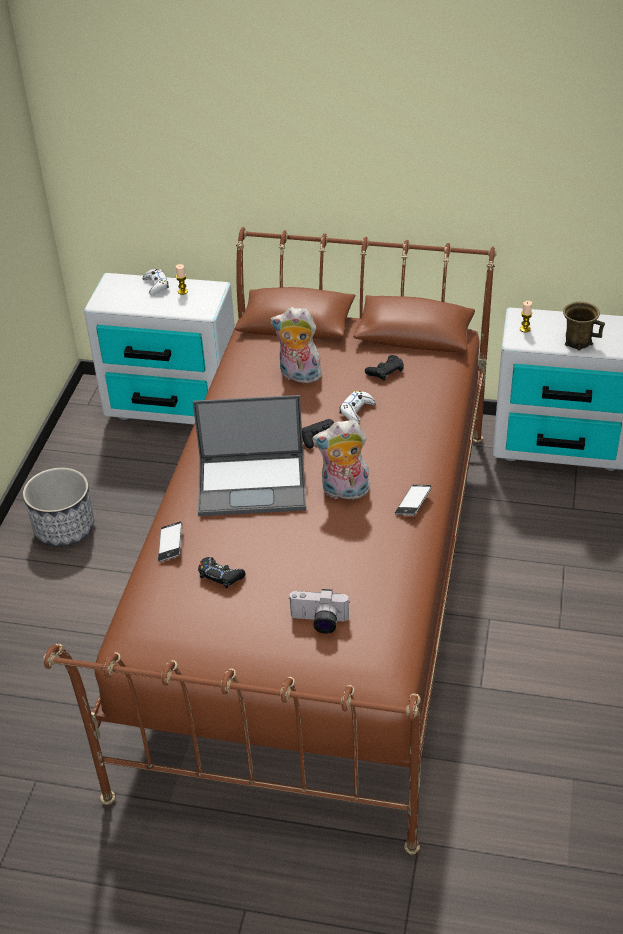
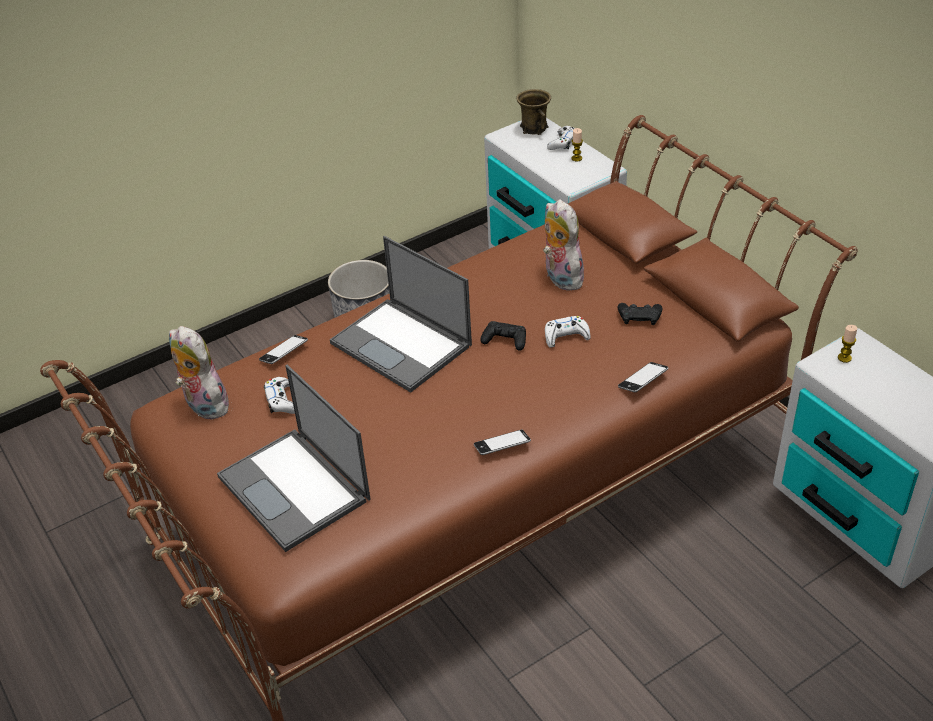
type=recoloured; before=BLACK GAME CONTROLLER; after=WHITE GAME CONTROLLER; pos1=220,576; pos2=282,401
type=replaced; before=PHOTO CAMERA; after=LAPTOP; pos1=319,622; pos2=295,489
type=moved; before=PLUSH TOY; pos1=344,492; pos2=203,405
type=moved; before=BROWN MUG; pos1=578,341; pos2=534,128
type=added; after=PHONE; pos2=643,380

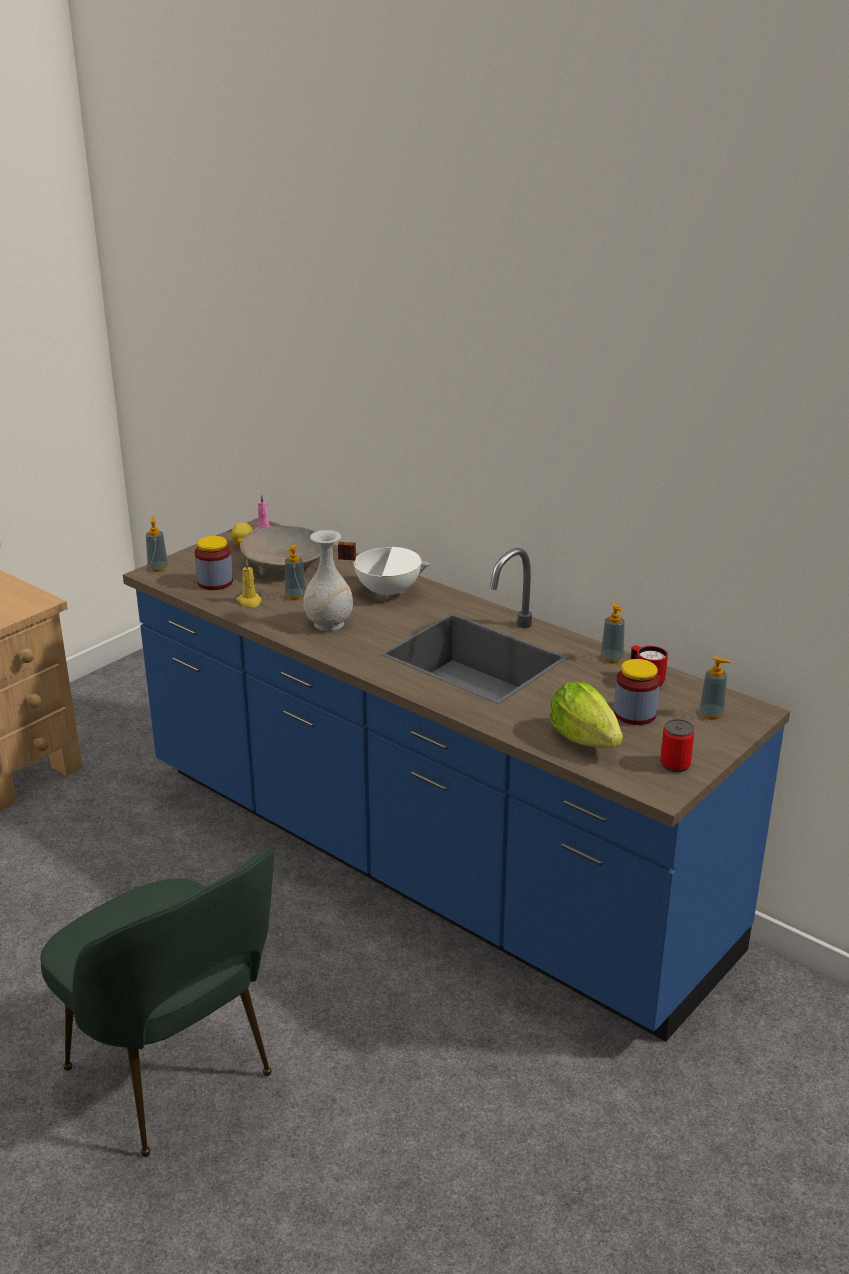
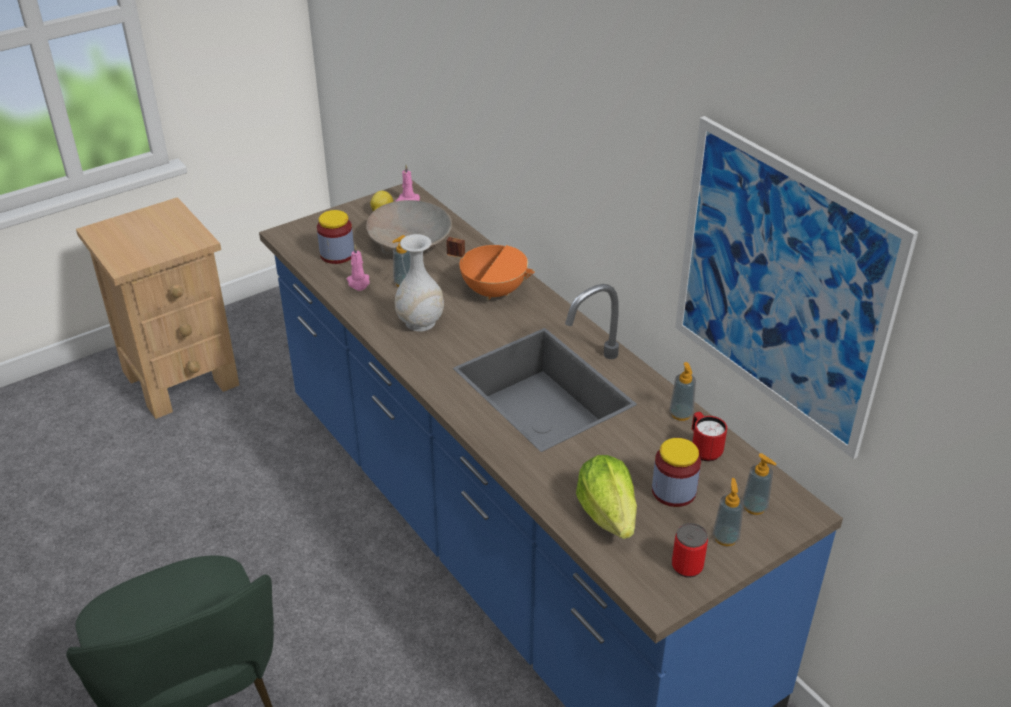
type=moved; before=SOAP DISPENSER; pos1=158,568; pos2=725,537
type=recoloured; before=YELLOW CANDLE; after=PINK CANDLE; pos1=250,601; pos2=359,283
type=recoloured; before=WHITE COOKING POT; after=ORANGE COOKING POT; pos1=387,591; pos2=493,290
type=added; after=PICTURE; pos2=780,286

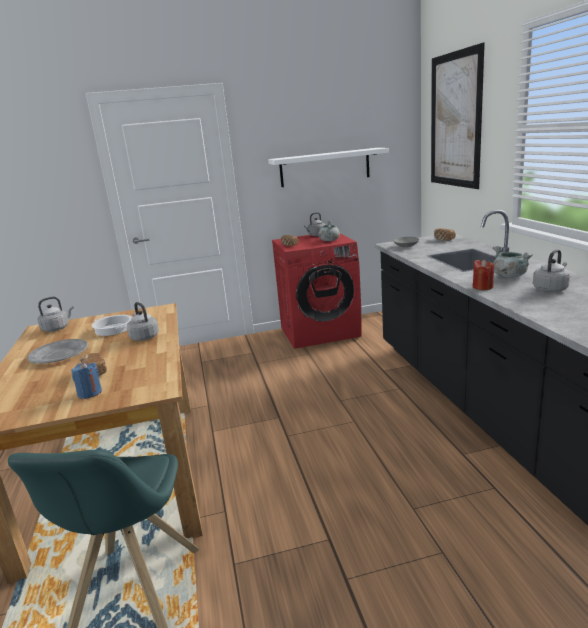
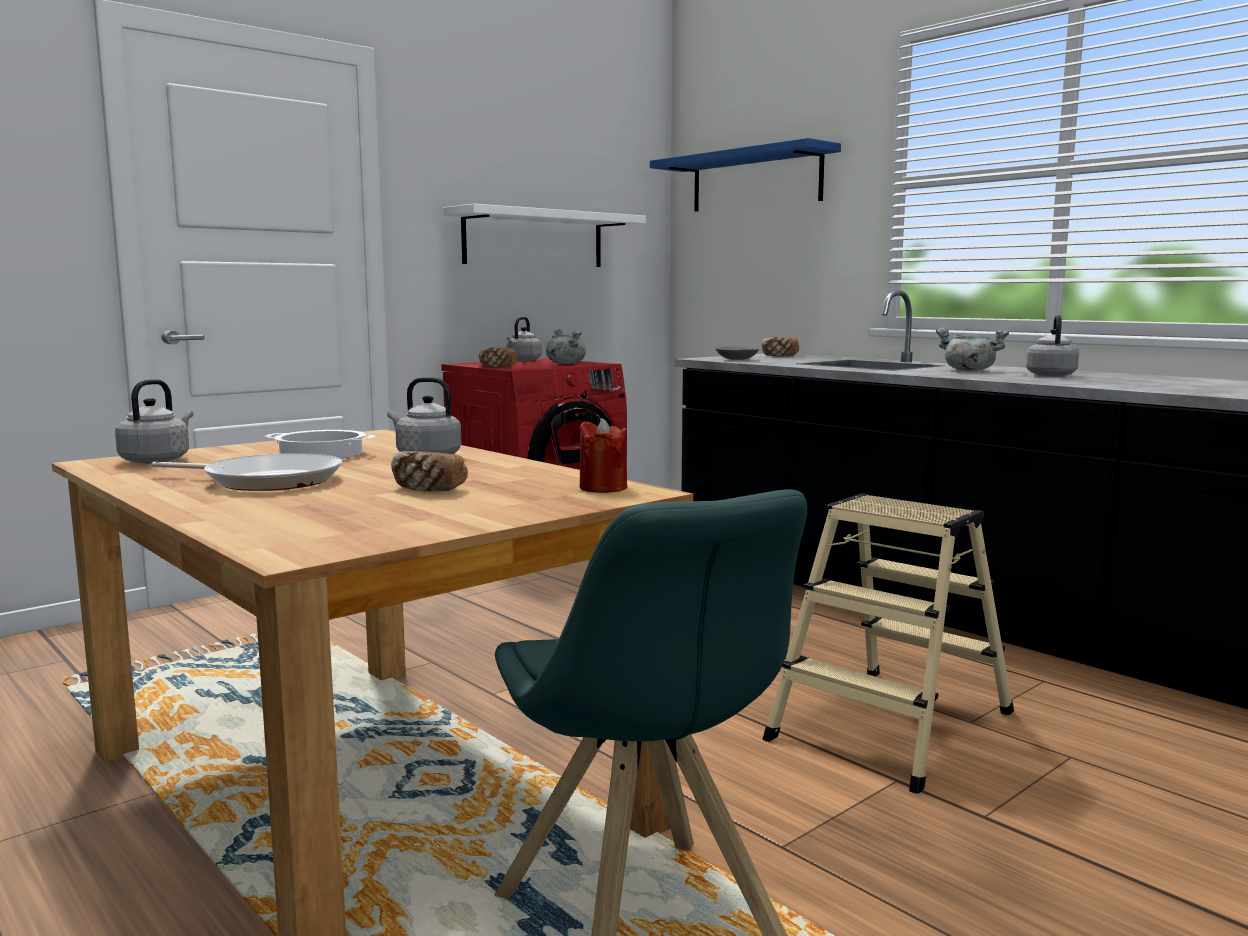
type=replaced; before=GREY PLATE; after=FRYING PAN; pos1=59,354; pos2=267,481
type=removed; before=BLUE CANDLE; pos1=90,393
type=replaced; before=PICTURE; after=BLUE SHELF; pos1=455,121; pos2=755,180
type=moved; before=RED CANDLE; pos1=482,287; pos2=603,488
type=added; after=BEIGE STEP LADDER; pos2=892,724

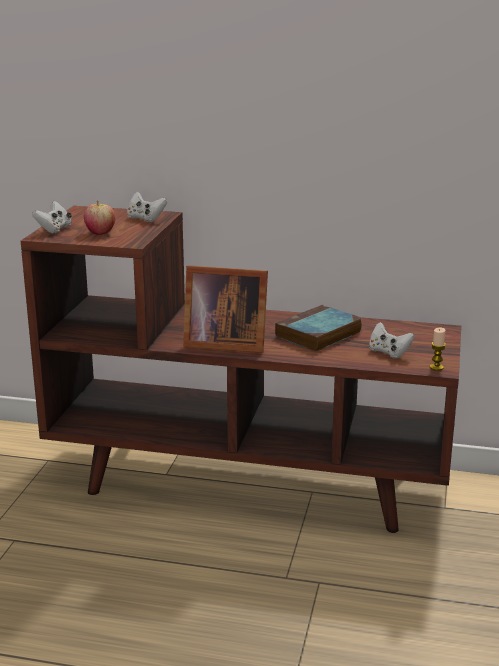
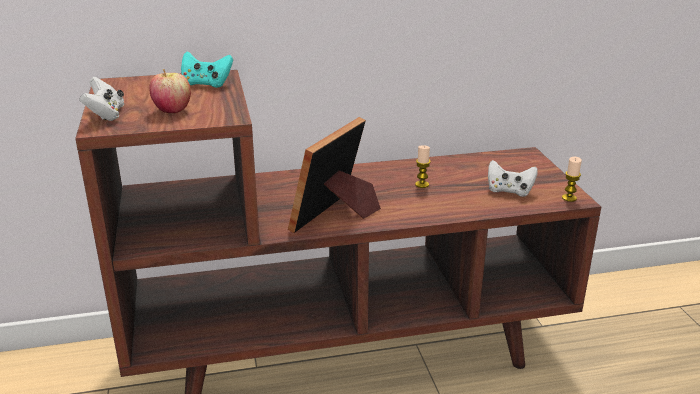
type=recoloured; before=WHITE GAME CONTROLLER; after=TURQUOISE GAME CONTROLLER; pos1=145,219; pos2=206,84
type=turned; before=PICTURE FRAME; pos1=223,343; pos2=336,216; turn=135
type=replaced; before=BOOK; after=CANDLE; pos1=318,335; pos2=422,184

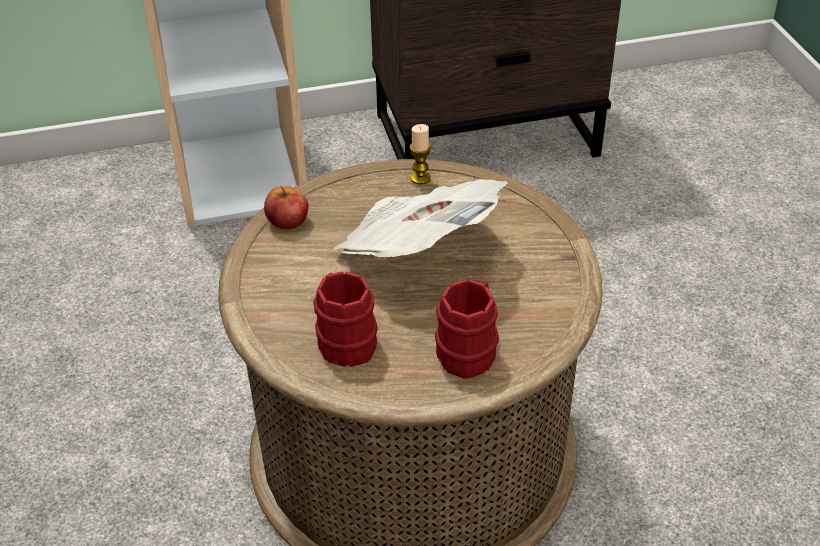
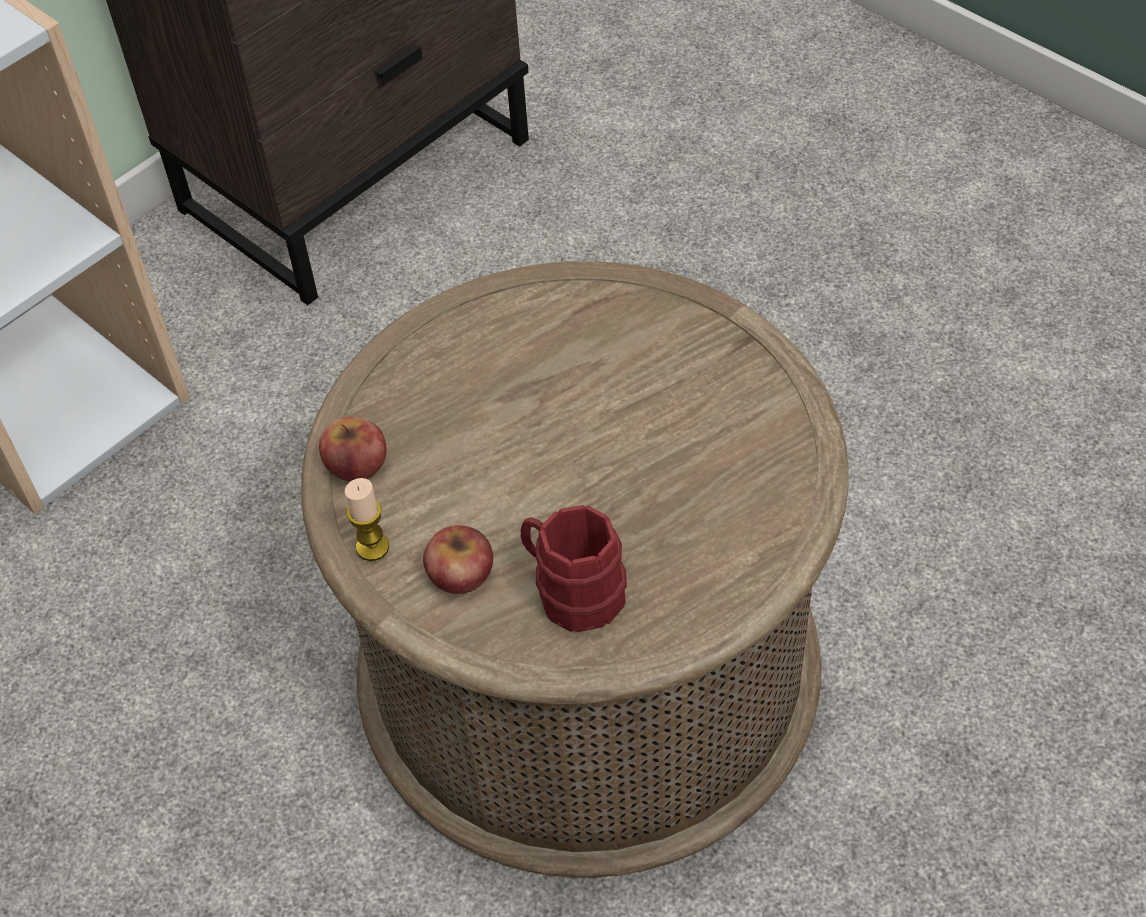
type=removed; before=NEWSPAPER; pos1=418,250
type=moved; before=CANDLE; pos1=420,178; pos2=372,547
type=removed; before=RED MUG; pos1=469,349
type=added; after=APPLE; pos2=461,573

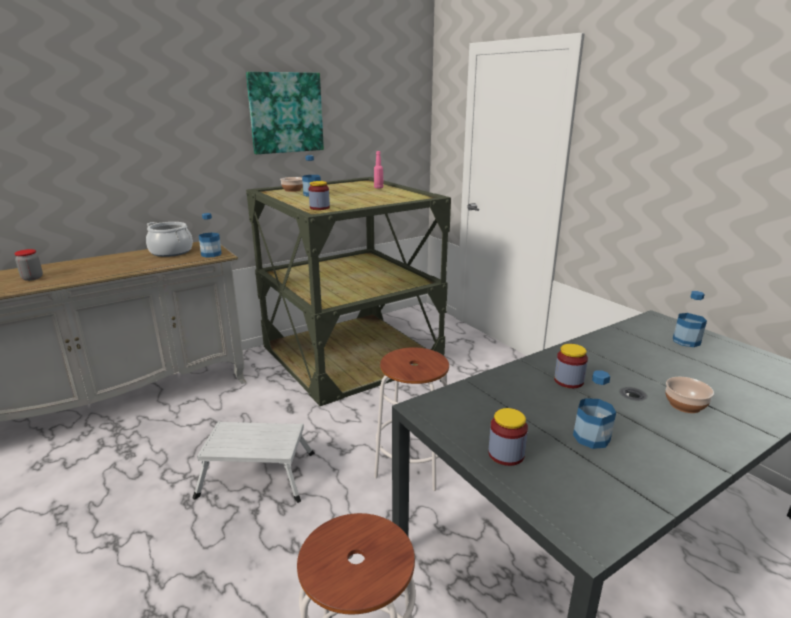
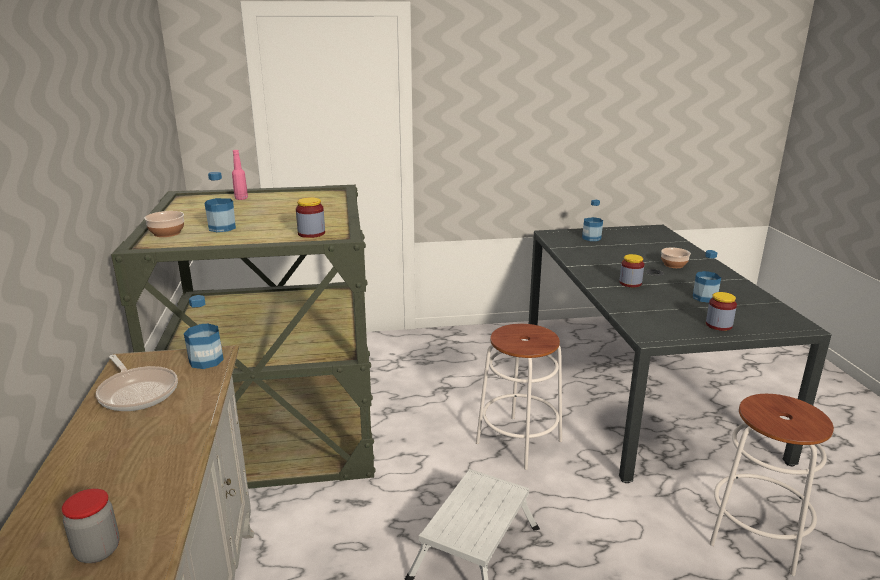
type=replaced; before=COOKING POT; after=FRYING PAN; pos1=171,252; pos2=137,392
type=removed; before=PICTURE; pos1=285,113

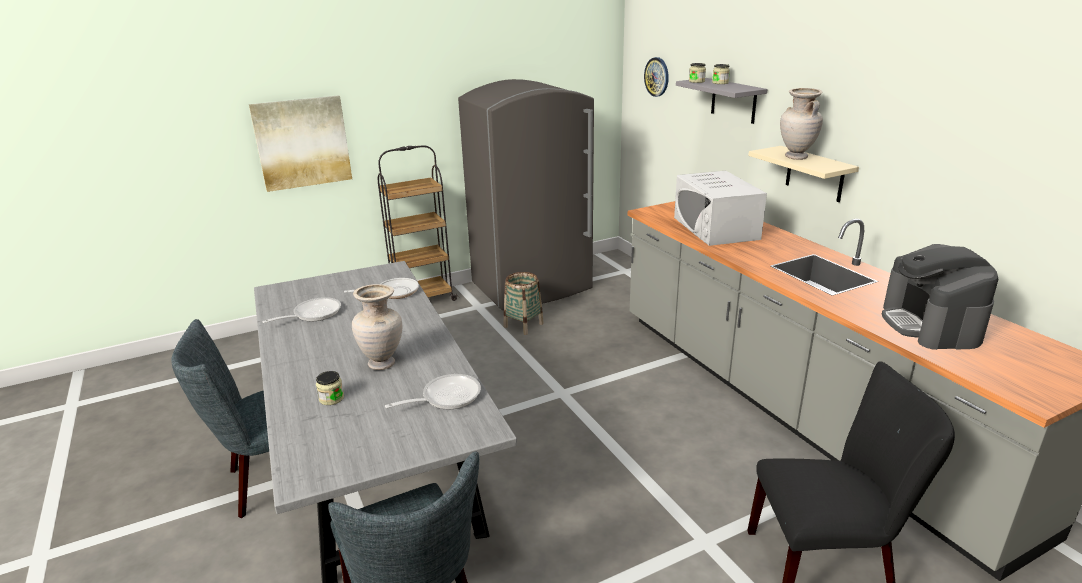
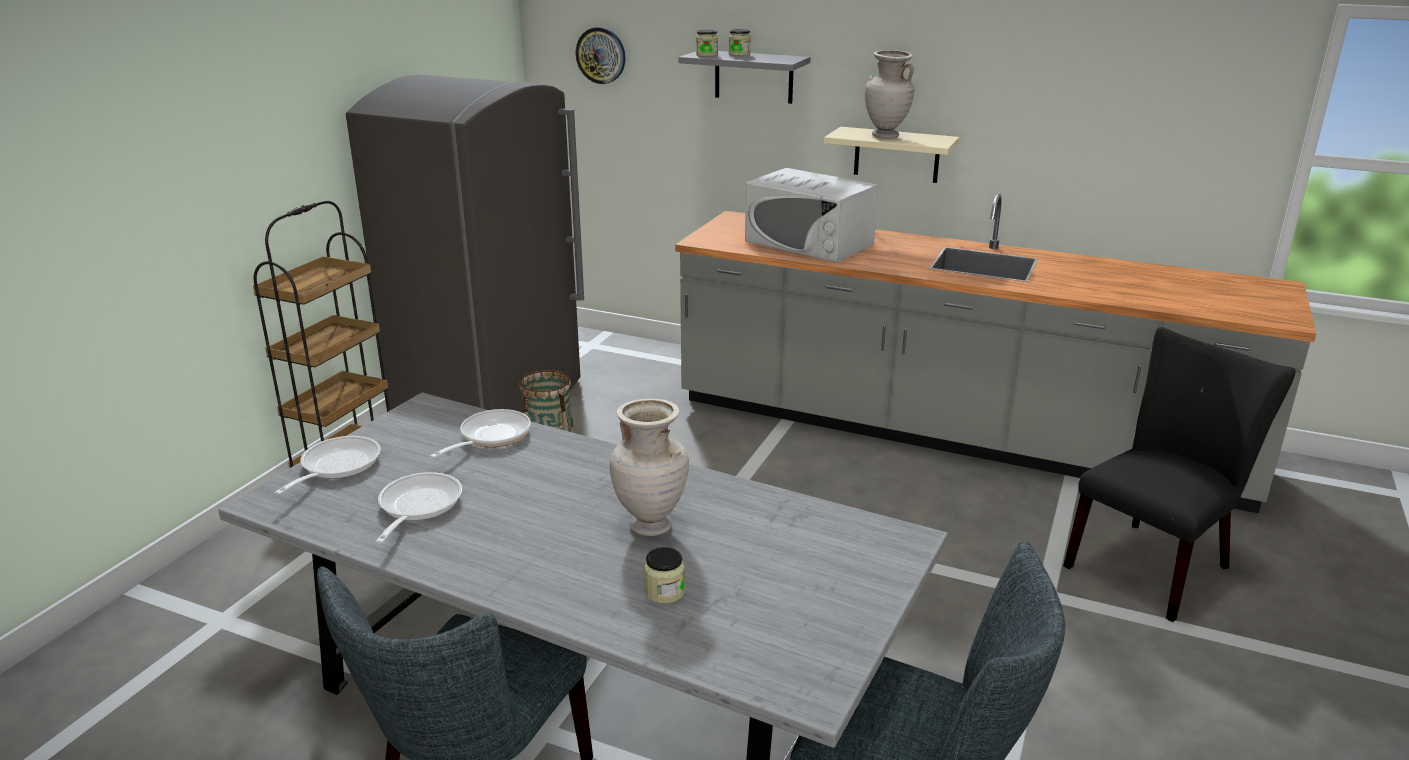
type=removed; before=PICTURE; pos1=302,143
type=moved; before=FRYING PAN; pos1=446,397; pos2=336,466
type=removed; before=COFFEE MACHINE; pos1=930,325

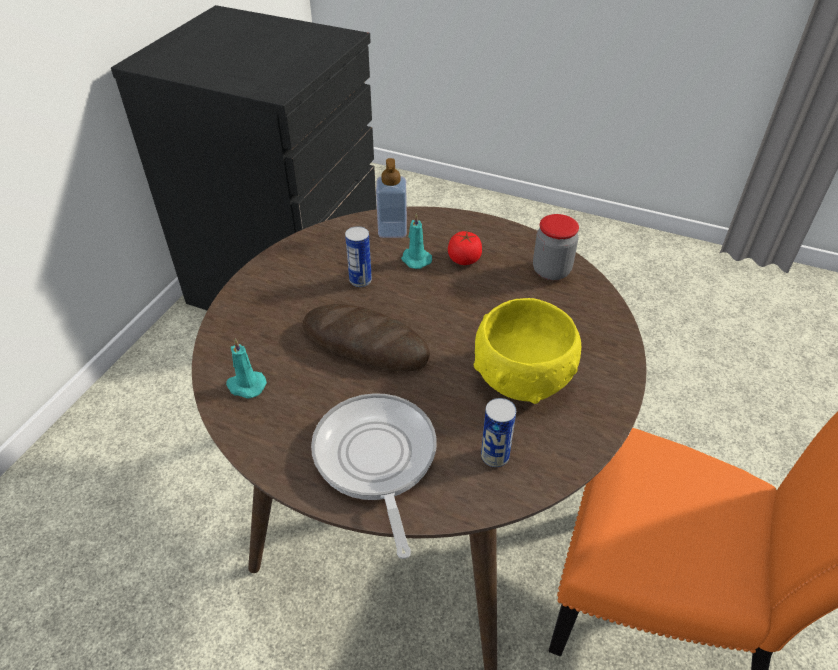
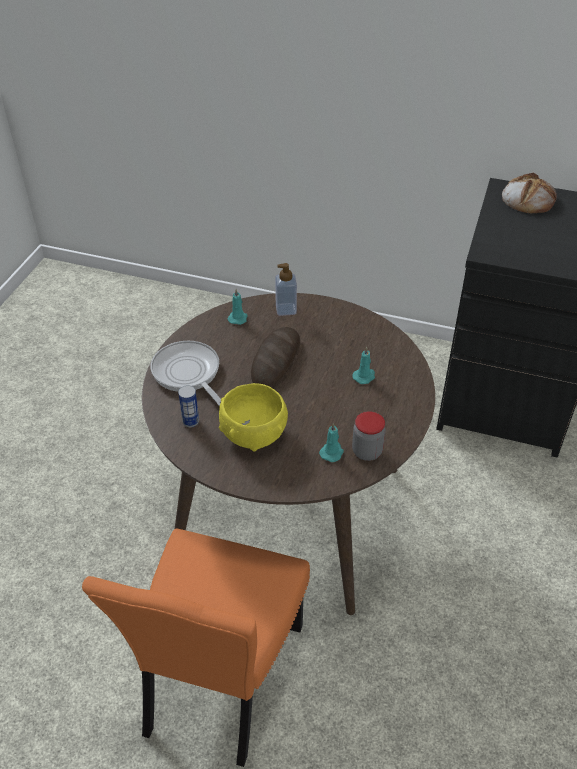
type=turned; before=FRYING PAN; pos1=376,460; pos2=188,373; turn=-105
type=removed; before=CAN; pos1=360,280
type=moved; before=SOAP DISPENSER; pos1=392,230; pos2=286,309
type=removed; before=TOMATO; pos1=464,258
type=added; after=TURQUOISE CANDLE; pos2=332,452
type=added; after=BREAD; pos2=527,198

